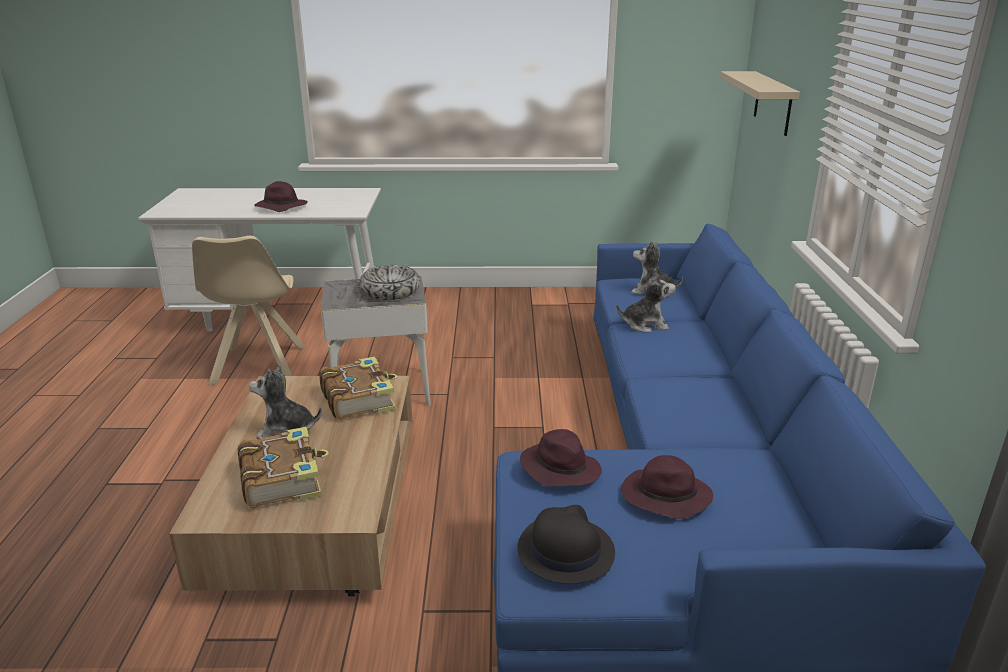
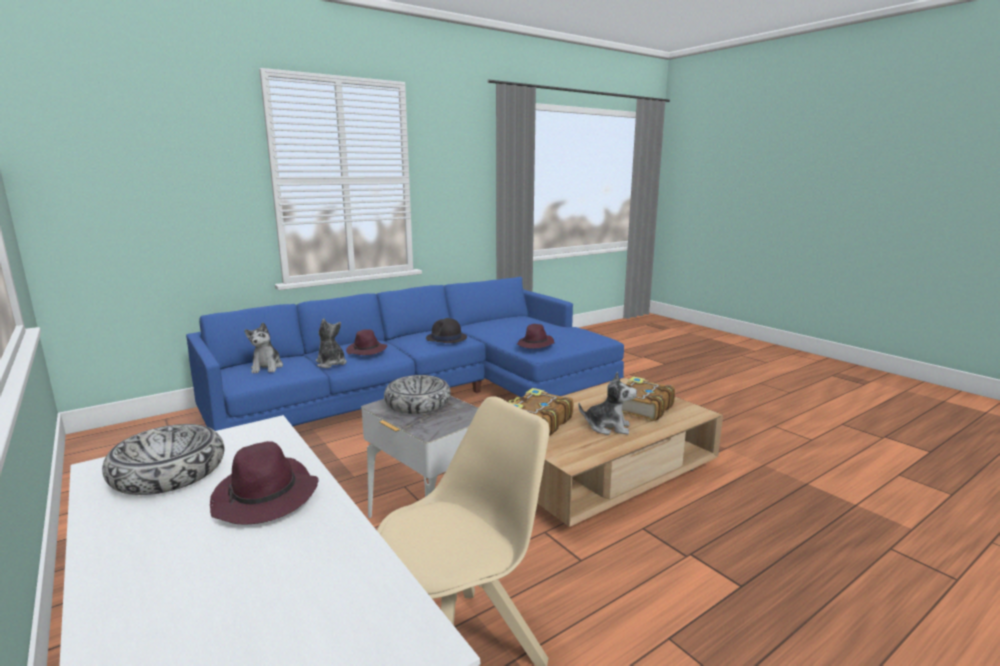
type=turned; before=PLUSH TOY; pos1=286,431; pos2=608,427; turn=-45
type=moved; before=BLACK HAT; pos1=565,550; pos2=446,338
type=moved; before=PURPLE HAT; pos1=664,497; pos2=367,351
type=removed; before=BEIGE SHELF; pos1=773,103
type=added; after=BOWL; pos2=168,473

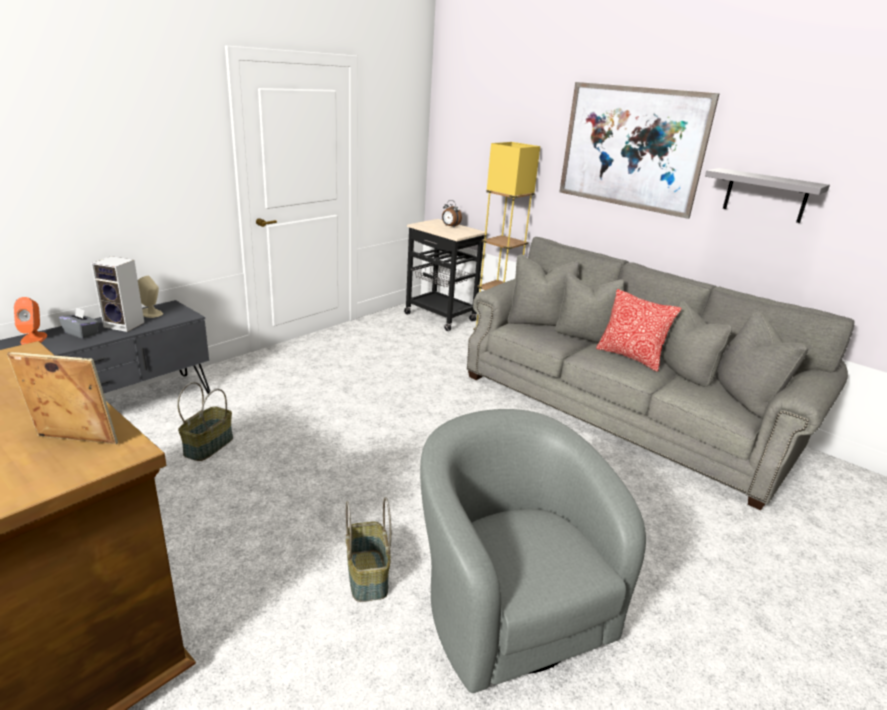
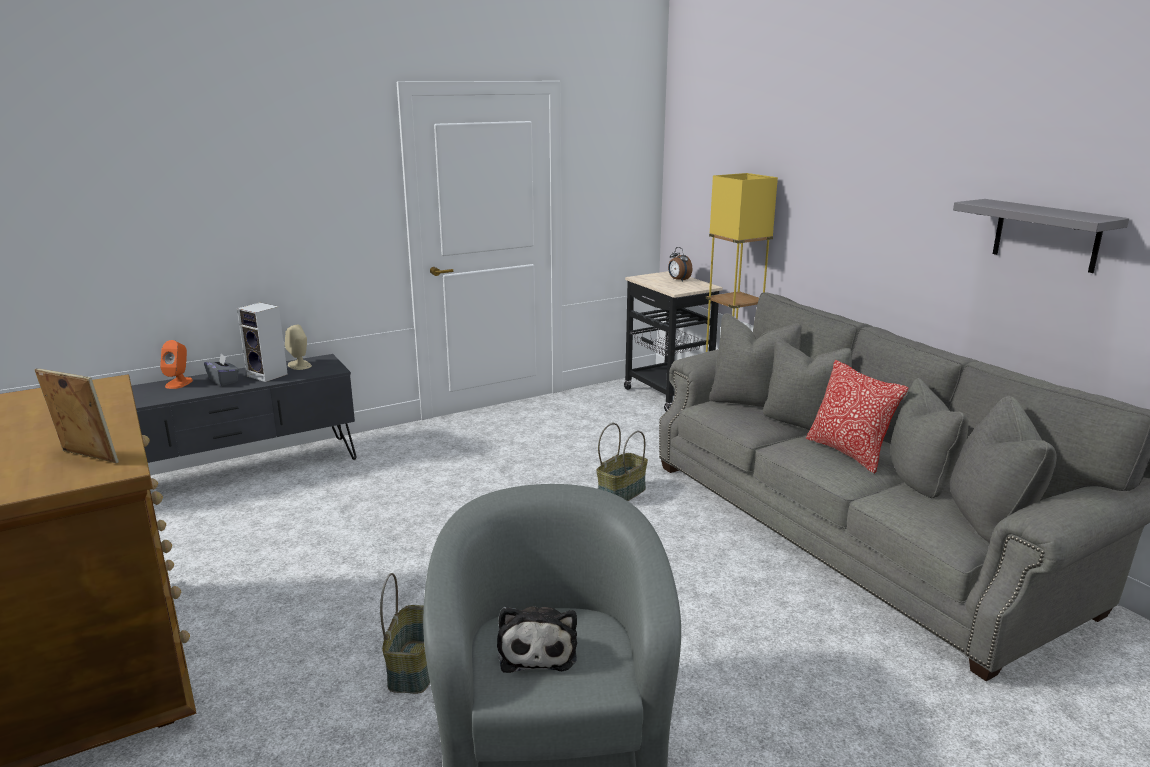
type=moved; before=BASKET; pos1=208,445; pos2=621,493
type=removed; before=PICTURE; pos1=631,148
type=added; after=PLUSH TOY; pos2=537,650

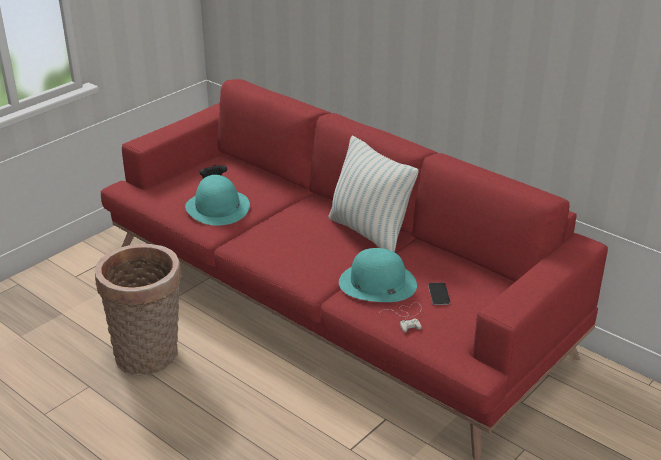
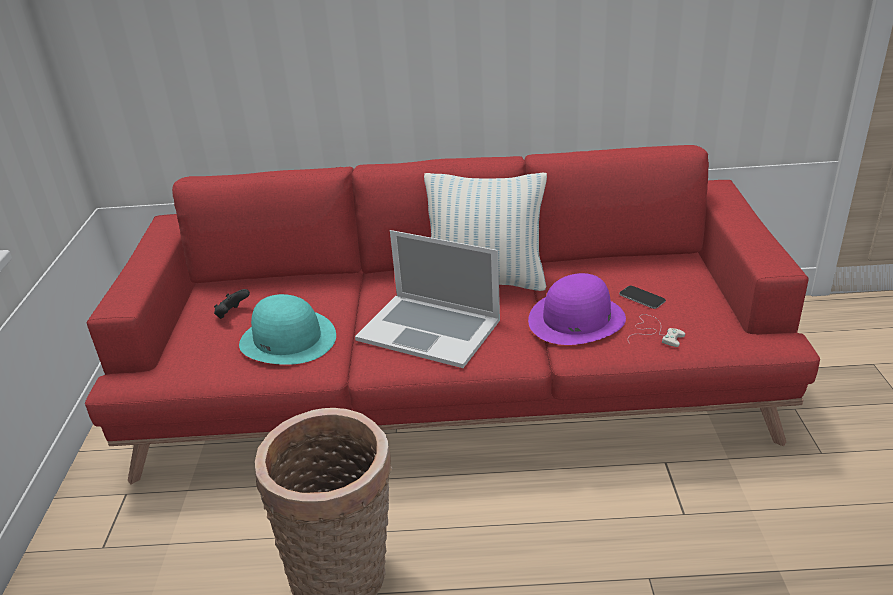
type=recoloured; before=TURQUOISE HAT; after=PURPLE HAT; pos1=377,283; pos2=576,319
type=added; after=LAPTOP; pos2=429,329

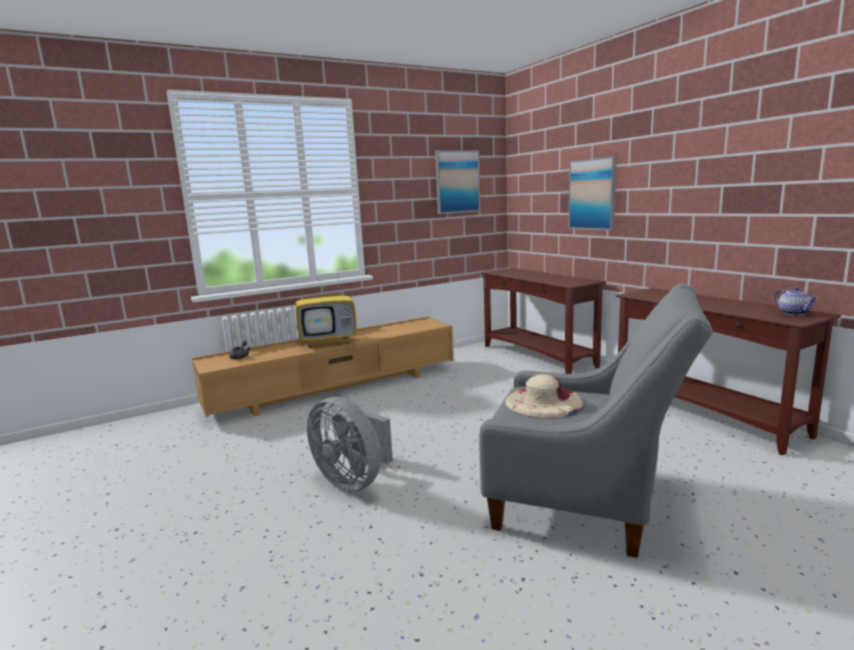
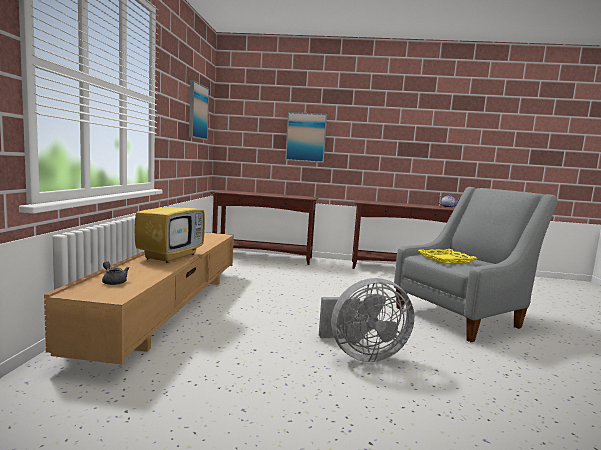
type=replaced; before=BEIGE HAT; after=YELLOW TRAY; pos1=544,402; pos2=446,259

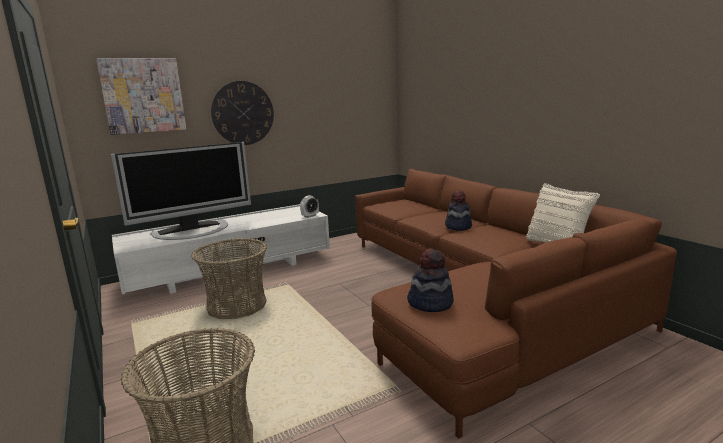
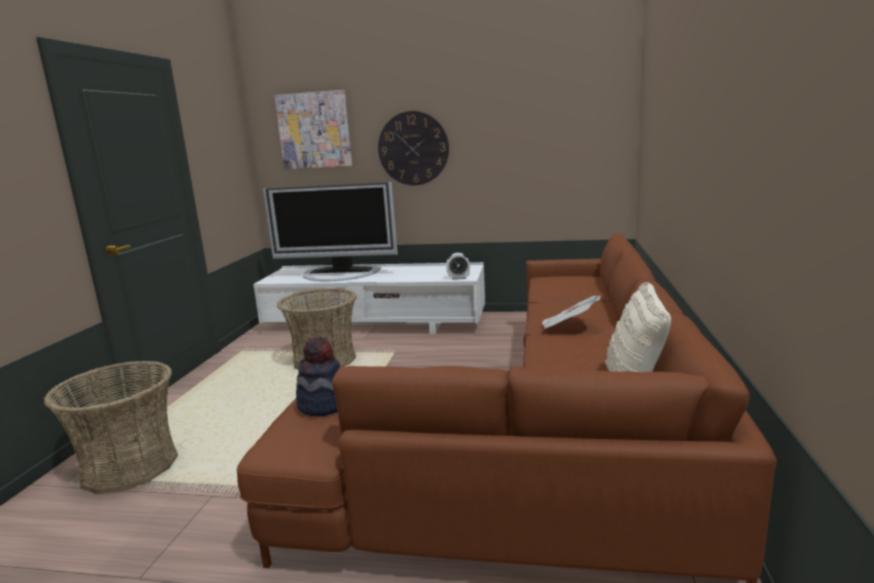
type=replaced; before=HAT; after=NEWSPAPER; pos1=458,227; pos2=568,327

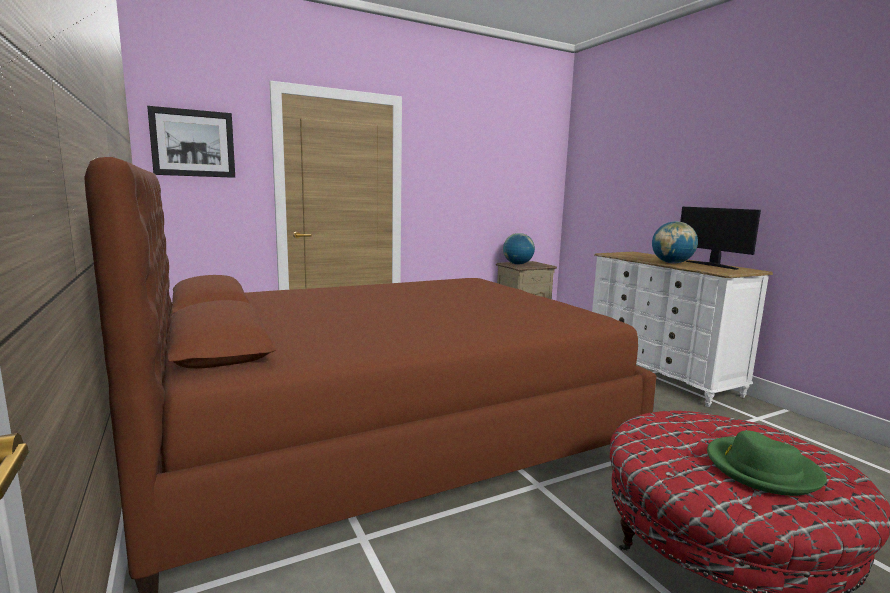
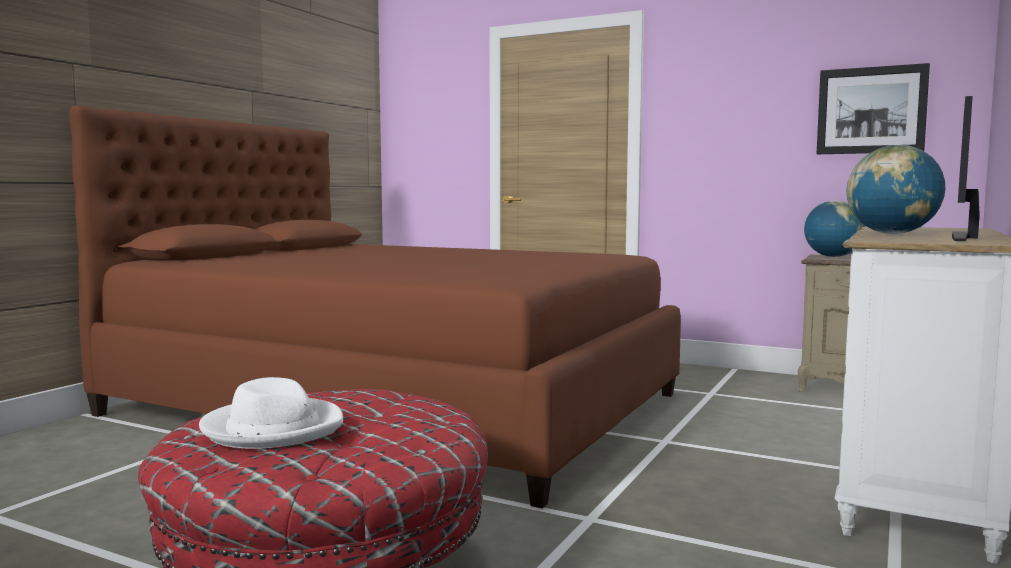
type=moved; before=PICTURE; pos1=193,143; pos2=871,110
type=recoloured; before=GREEN HAT; after=WHITE HAT; pos1=761,469; pos2=273,428

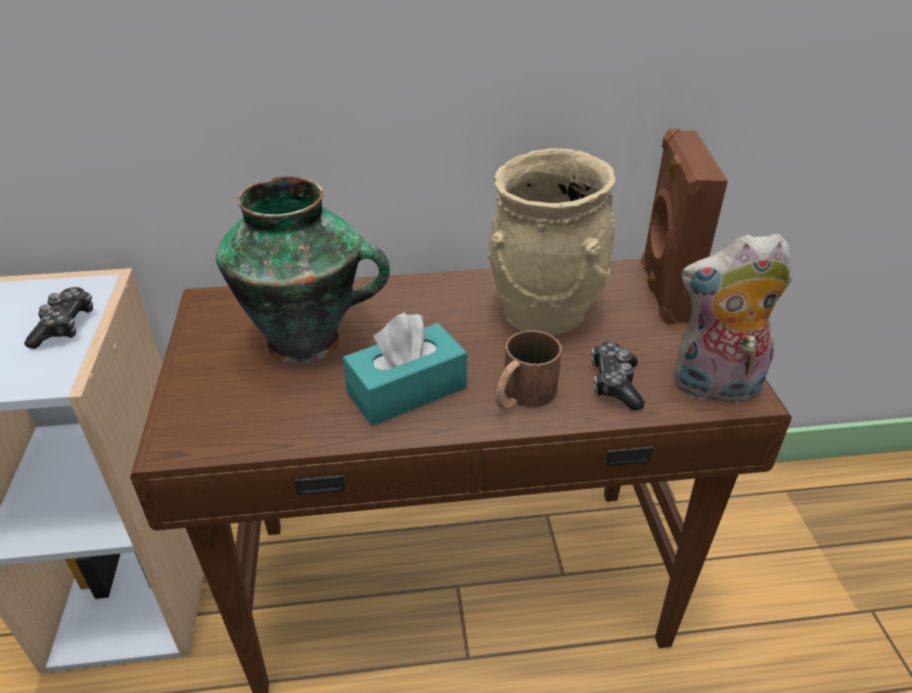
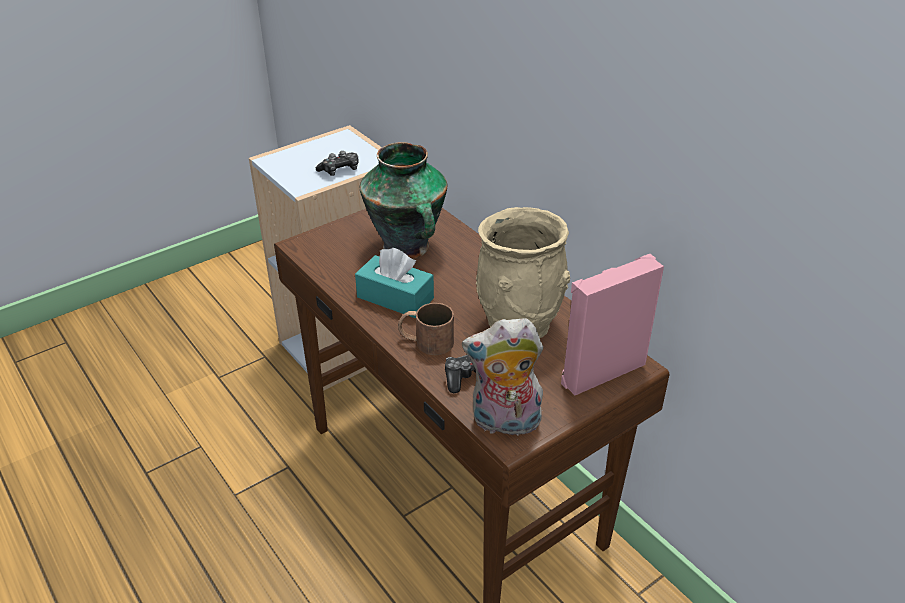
type=recoloured; before=BROWN SPEAKER; after=PINK SPEAKER; pos1=662,292; pos2=601,372
type=turned; before=PLUSH TOY; pos1=714,388; pos2=504,423; turn=-60

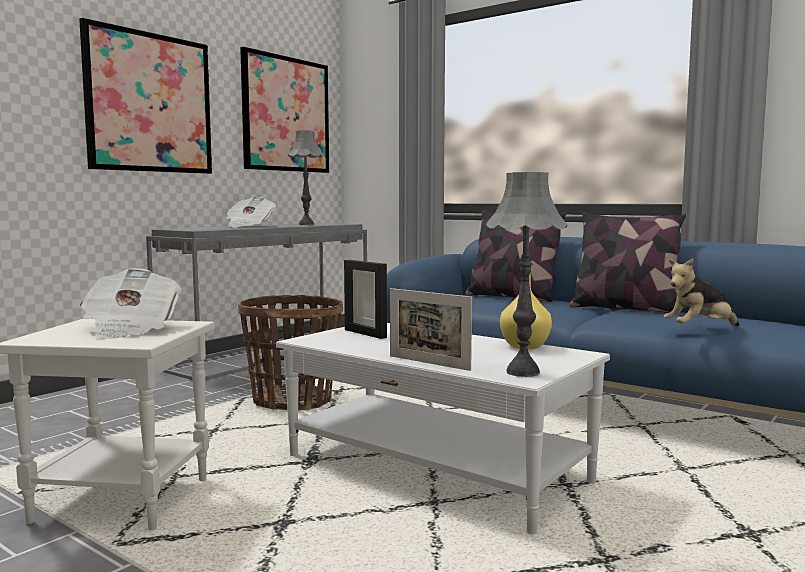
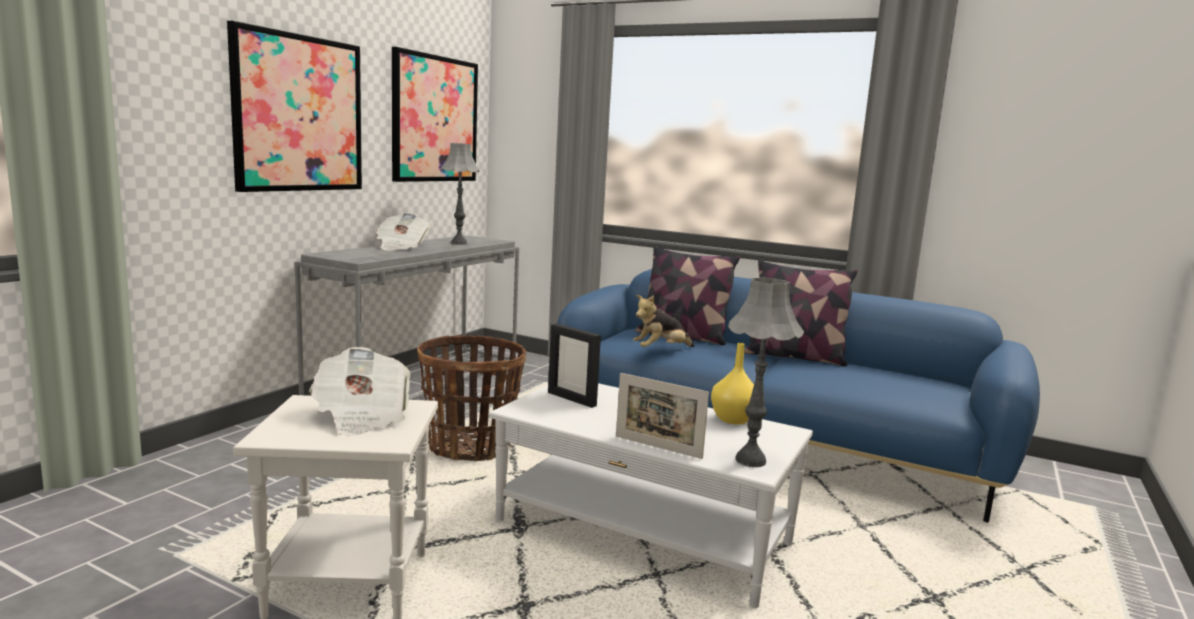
type=moved; before=PLUSH TOY; pos1=699,329; pos2=661,350

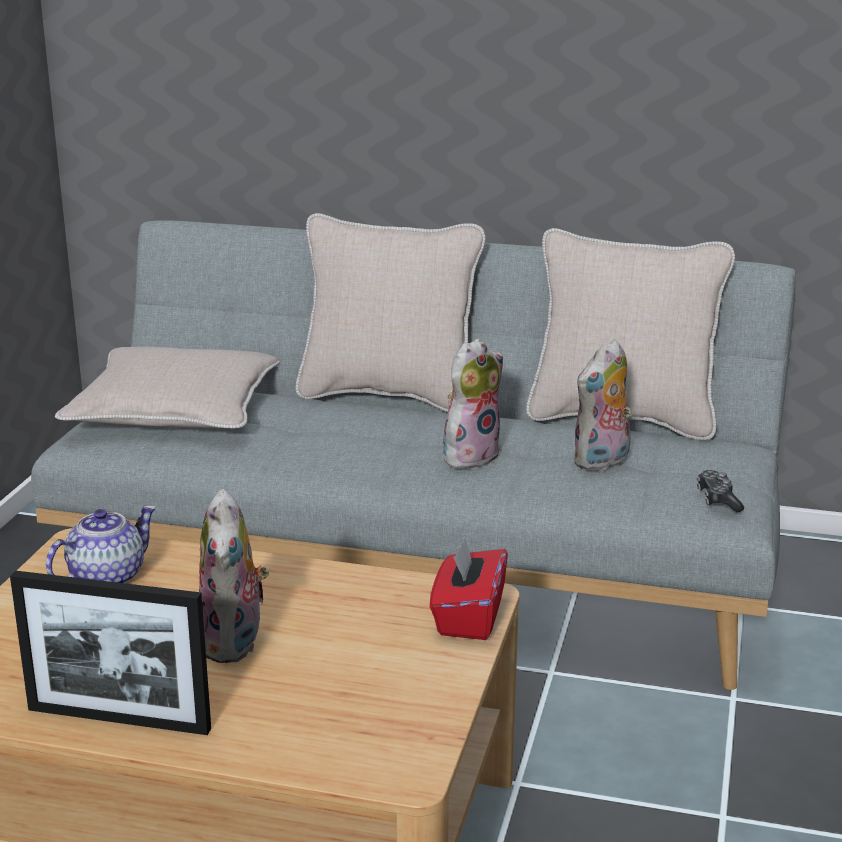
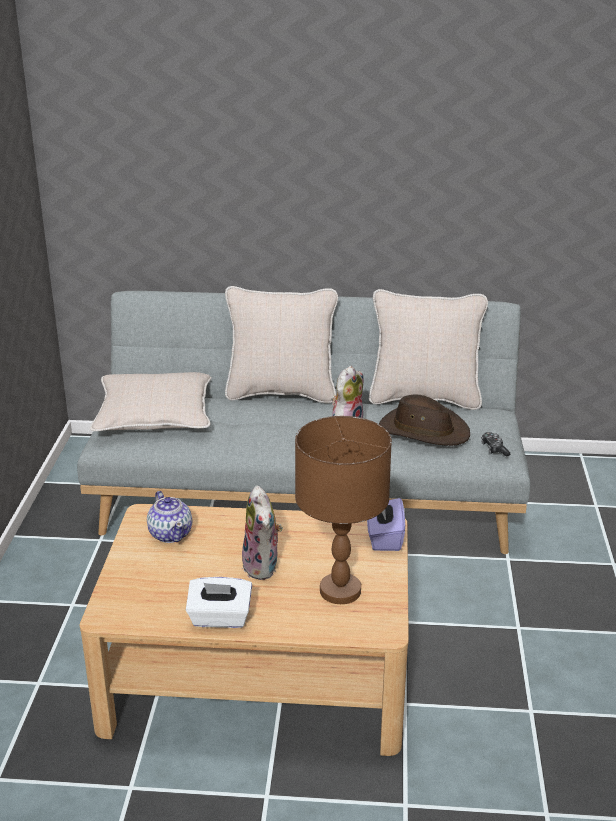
type=replaced; before=PICTURE FRAME; after=WHITE TISSUE BOX; pos1=118,719; pos2=220,618
type=turned; before=TEAPOT; pos1=105,577; pos2=171,534; turn=120
type=recoloured; before=RED TISSUE BOX; after=PURPLE TISSUE BOX; pos1=468,617; pos2=384,538
type=replaced; before=PLUSH TOY; after=BROWN HAT; pos1=602,462; pos2=423,430
type=added; after=BROWN TABLE LAMP; pos2=339,591

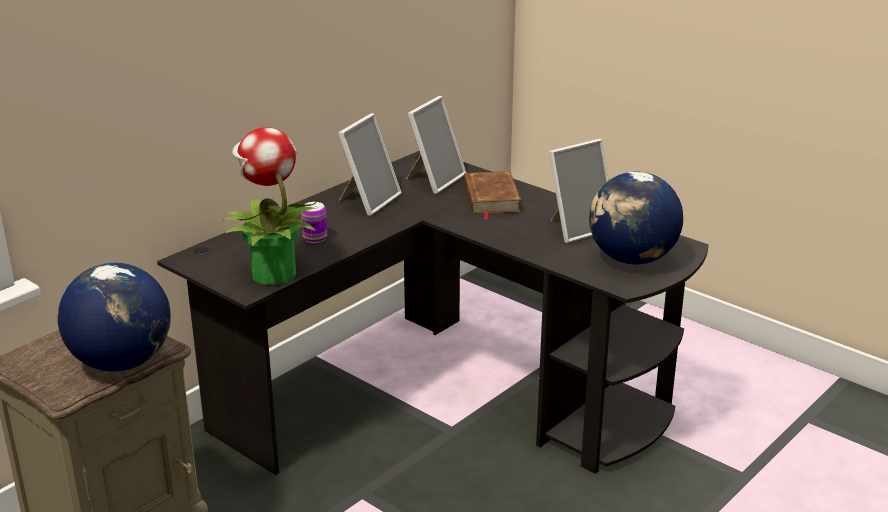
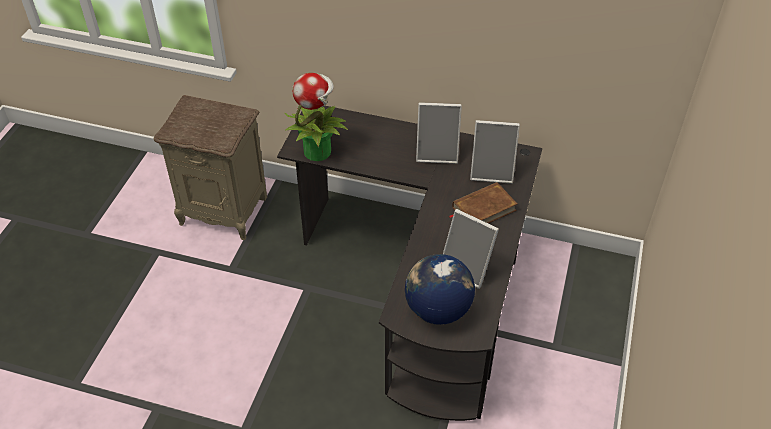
type=removed; before=GLOBE; pos1=121,362
type=removed; before=CAN; pos1=315,238

